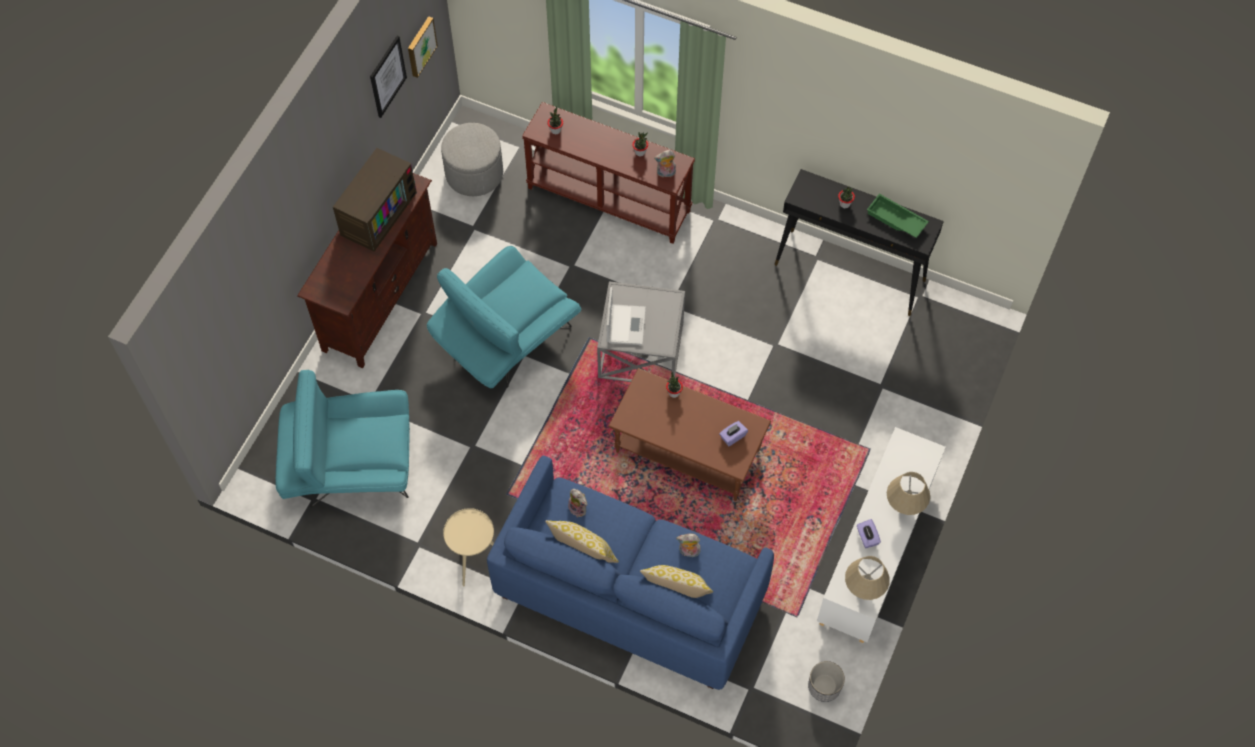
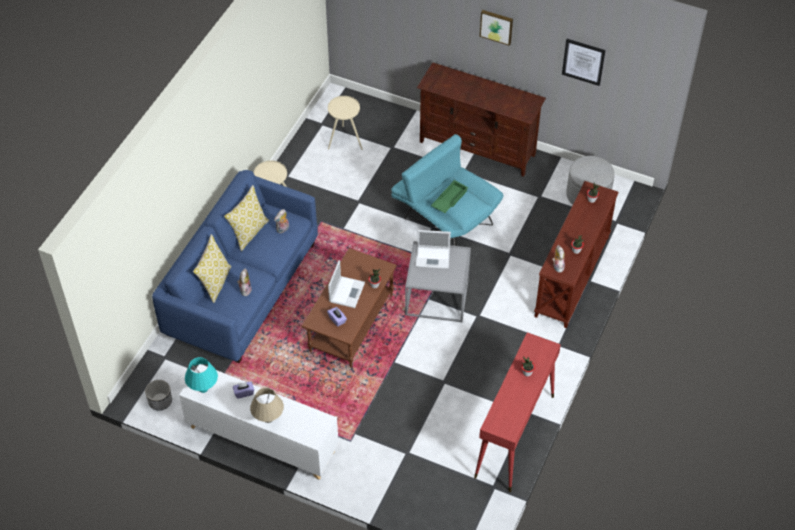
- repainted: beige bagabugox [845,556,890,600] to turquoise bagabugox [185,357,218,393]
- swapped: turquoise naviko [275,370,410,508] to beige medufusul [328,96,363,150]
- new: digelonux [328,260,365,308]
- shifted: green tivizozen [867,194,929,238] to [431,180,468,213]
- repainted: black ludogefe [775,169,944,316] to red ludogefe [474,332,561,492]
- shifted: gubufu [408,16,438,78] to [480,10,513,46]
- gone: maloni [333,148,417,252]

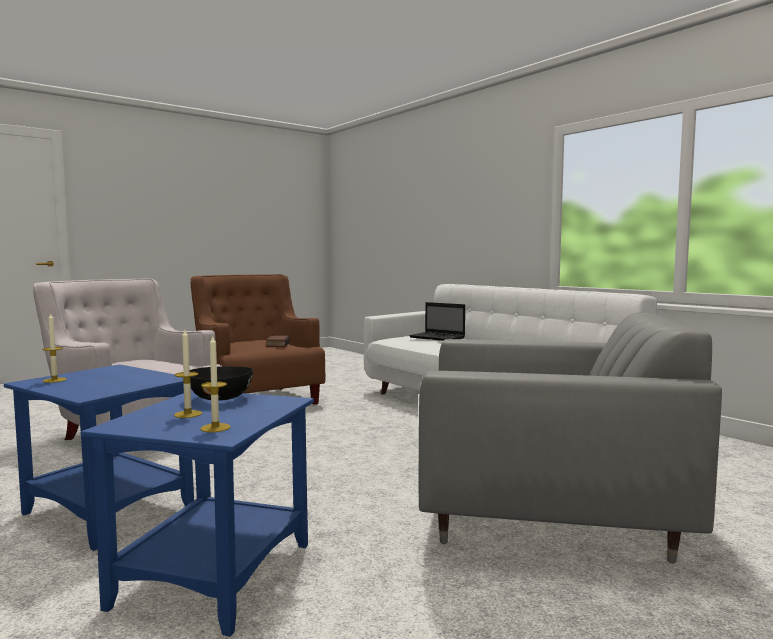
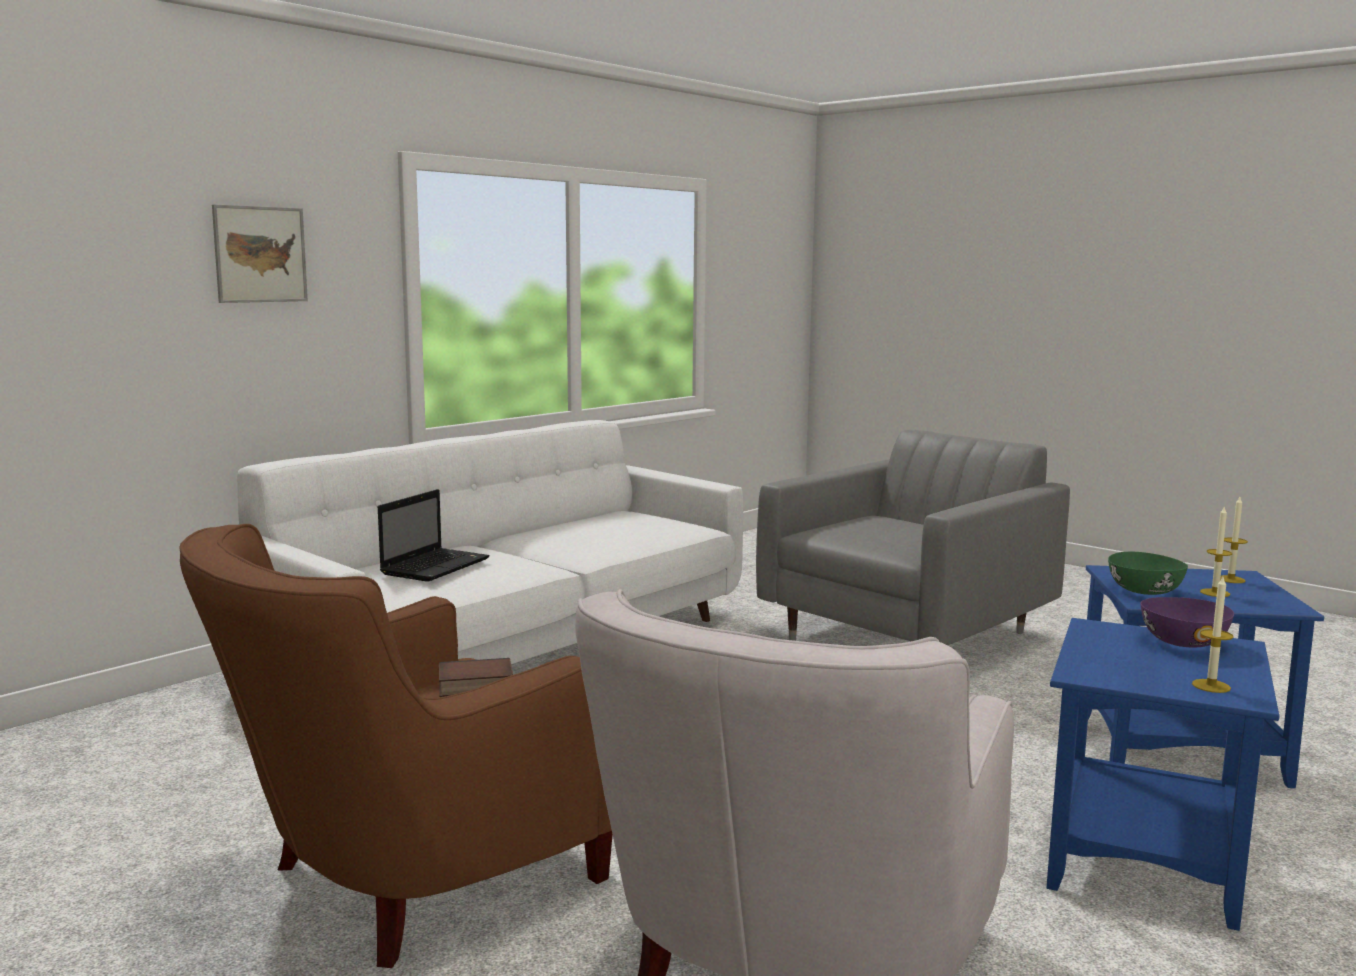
- new: gubufu [212,204,308,303]
- rotated: grey naviko [419,313,722,564] = [756,430,1070,645] 45 degrees clockwise
- repainted: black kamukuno [190,366,253,401] to green kamukuno [1108,552,1188,595]
- new: purple kamukuno [1140,597,1234,647]

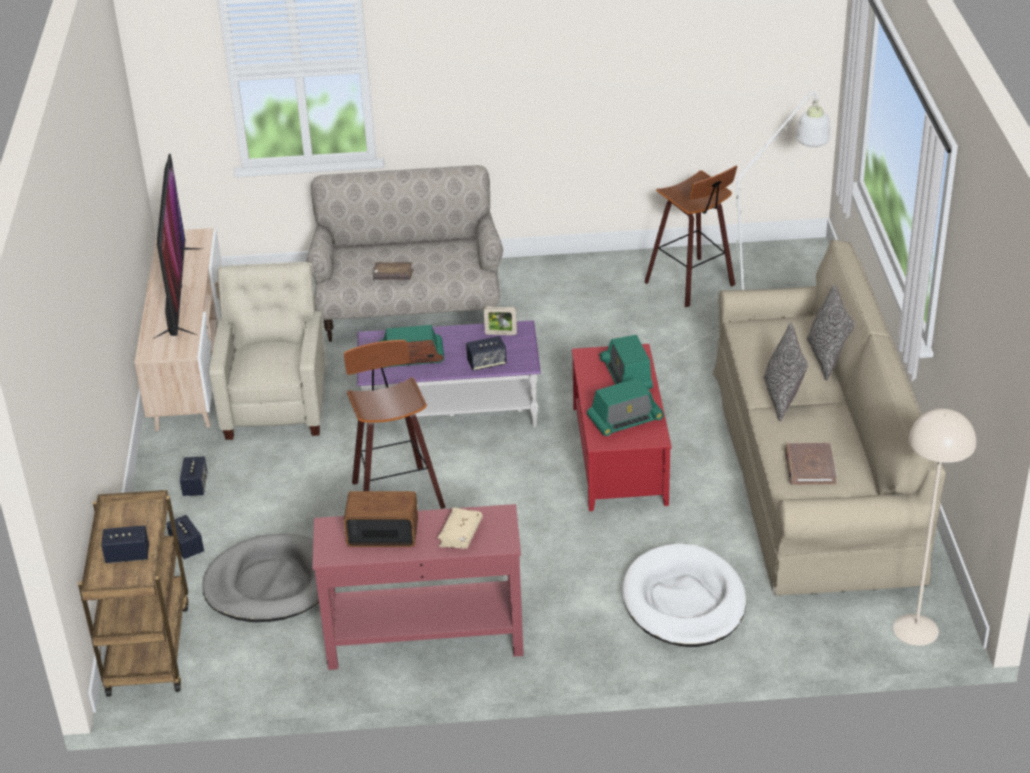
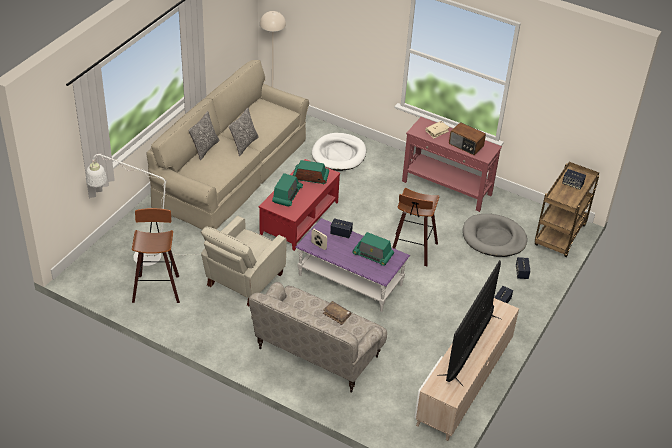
- shifted: beige naviko [209,262,326,440] to [201,216,286,307]
- gone: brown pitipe [785,443,837,485]

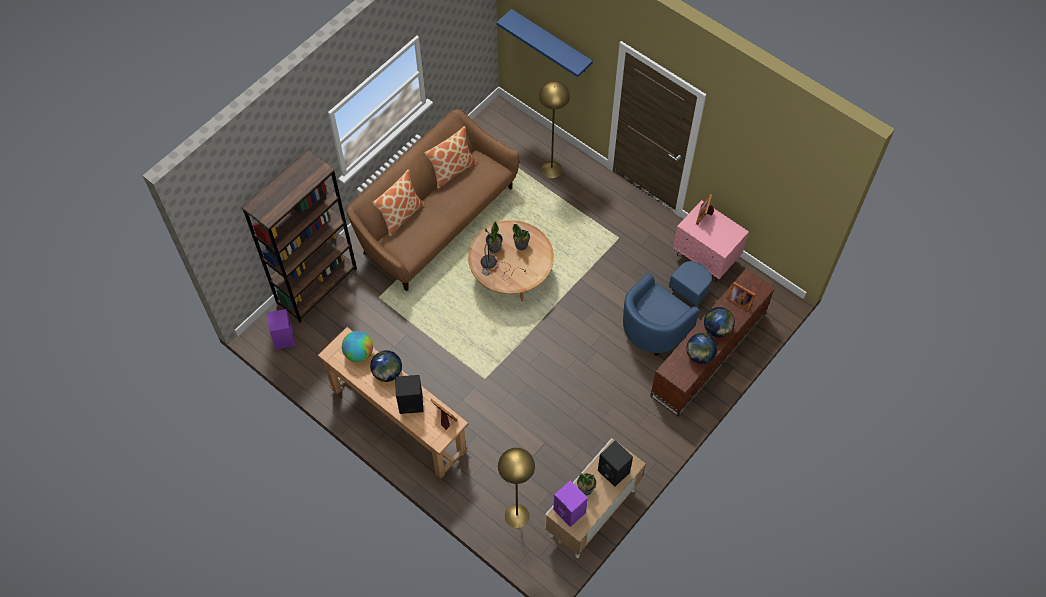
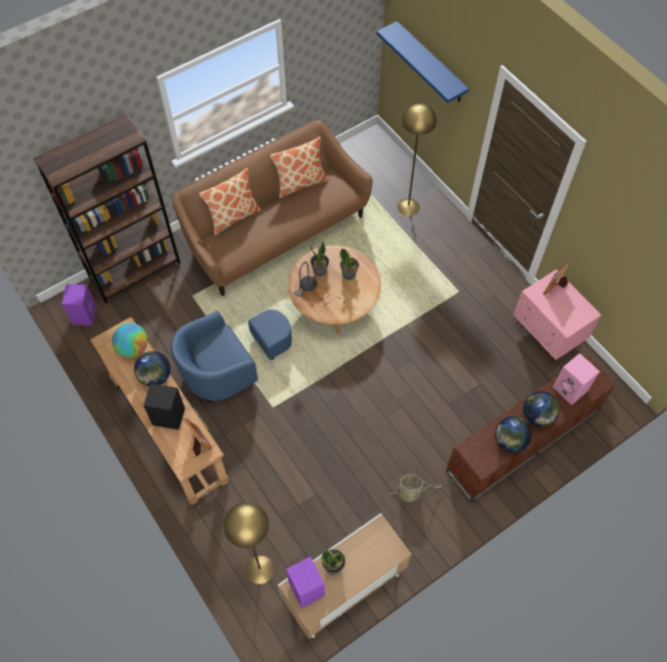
- shifted: blue naviko [623,261,712,356] to [171,309,292,402]
- new: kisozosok [386,474,442,509]
- swapped: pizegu [726,282,756,312] to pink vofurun [553,353,600,405]
- gone: black vofurun [598,440,633,487]

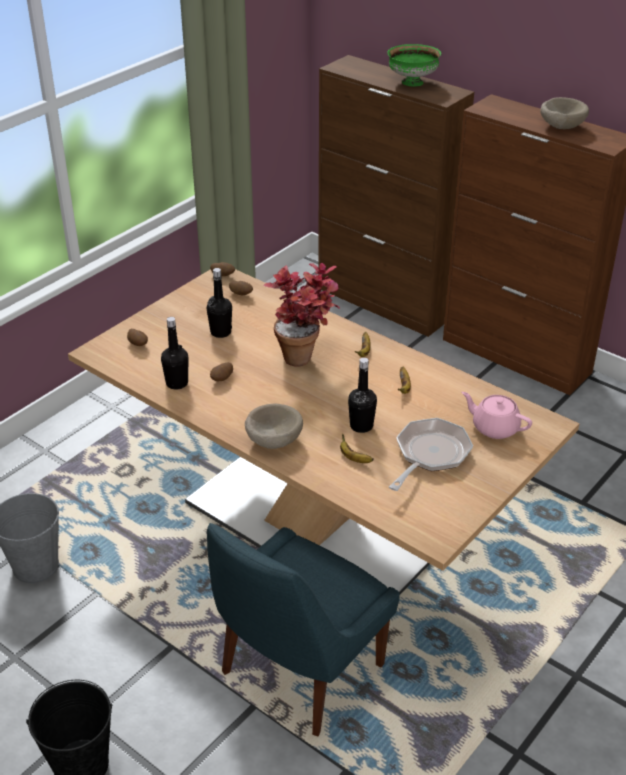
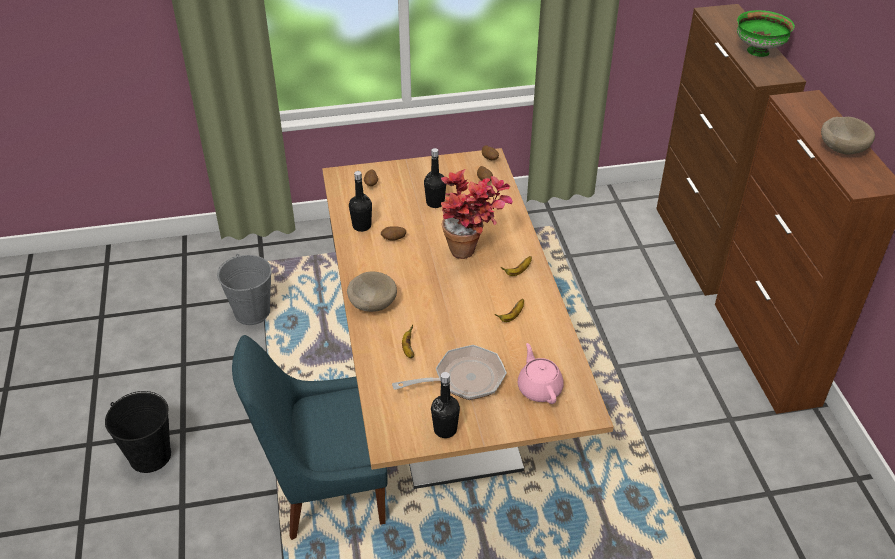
- shifted: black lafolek [348,358,377,433] to [431,372,460,438]

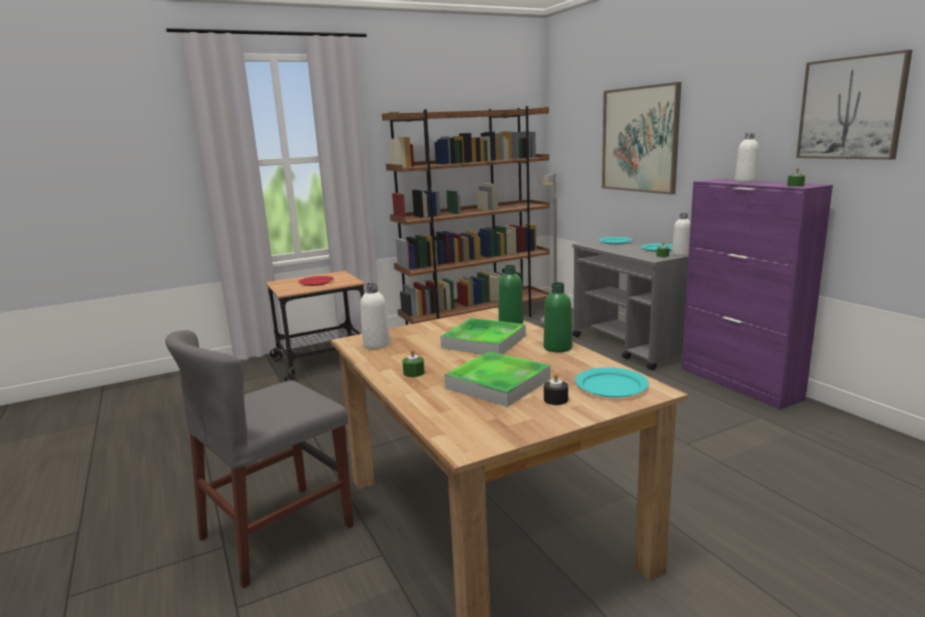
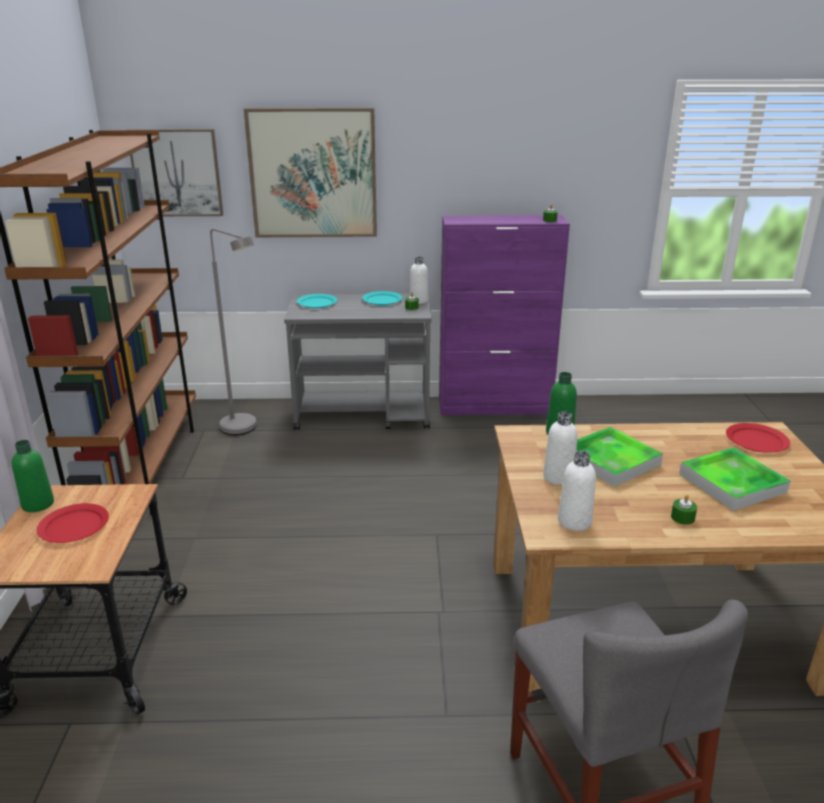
- shifted: green lafolek [544,282,573,352] to [12,440,54,512]
- shifted: gubufu [796,50,912,160] to [127,129,224,216]
- shifted: white lafolek [735,133,759,182] to [543,411,577,485]
- repainted: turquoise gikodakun [575,367,649,398] to red gikodakun [726,423,790,452]
- gone: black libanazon [544,373,568,405]

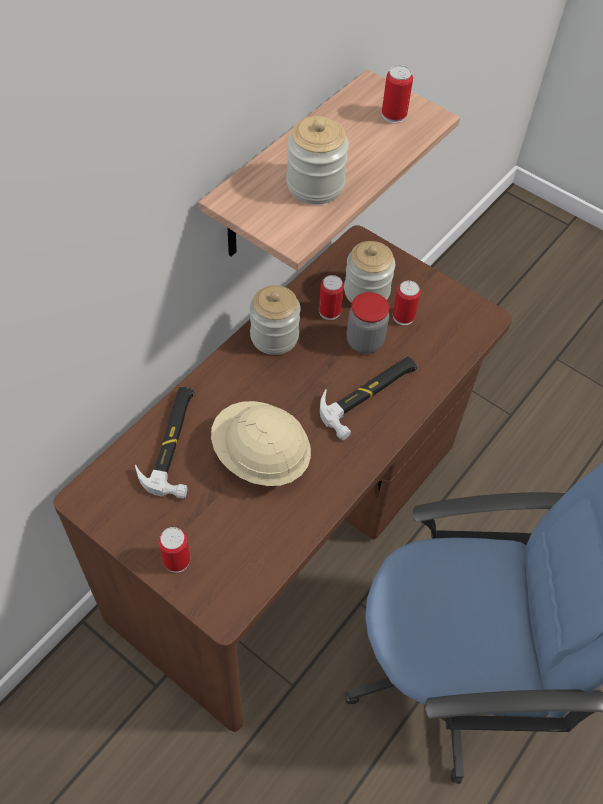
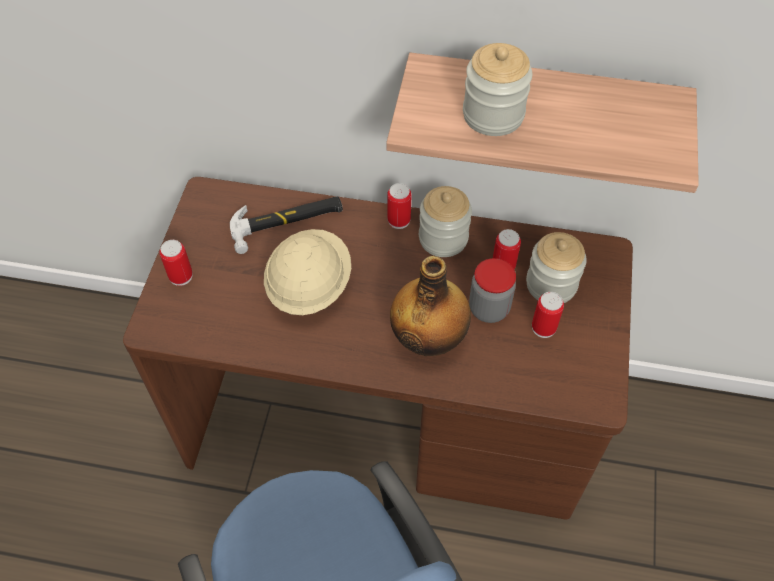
- shifted: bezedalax [382,65,413,124] to [387,183,412,229]
- swapped: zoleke [320,356,418,440] to lafolek [390,256,471,356]

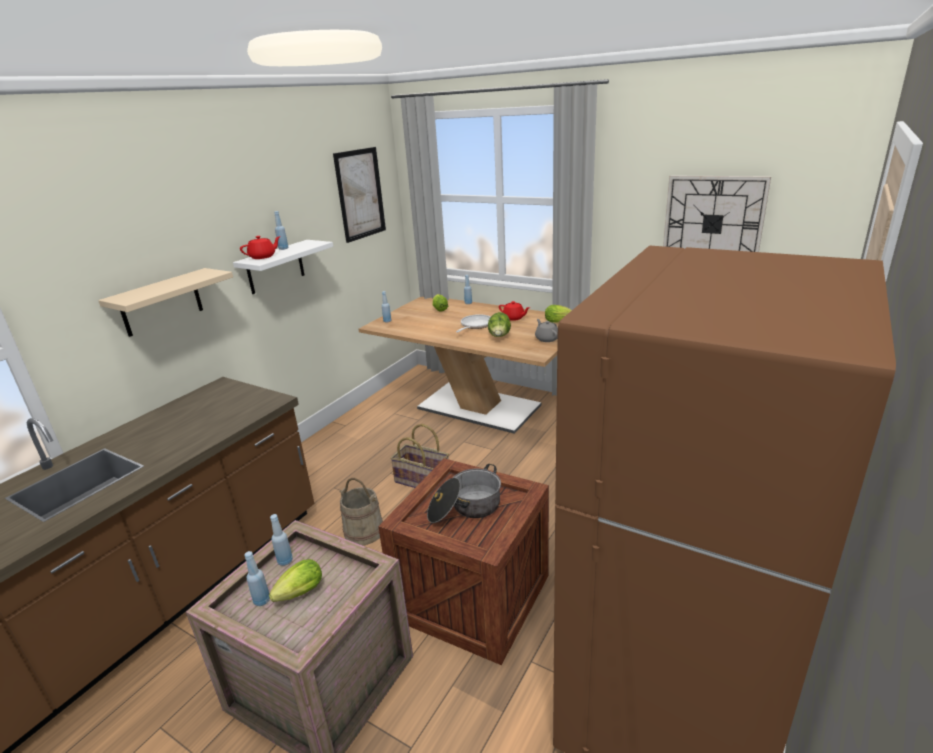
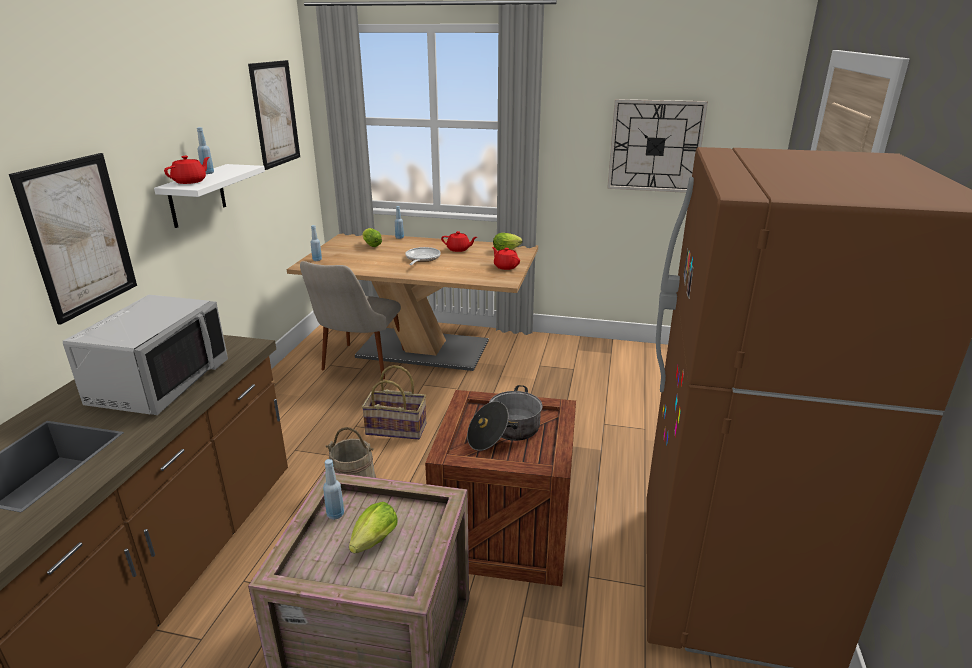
- swapped: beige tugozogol [98,268,233,337] to gubufu [9,153,137,325]
- new: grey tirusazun [63,294,228,415]
- new: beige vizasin [300,261,405,379]
- repainted: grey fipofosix [535,319,558,342] to red fipofosix [492,247,520,270]
- gone: blue lafolek [245,551,270,606]
- gone: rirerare [488,312,511,337]

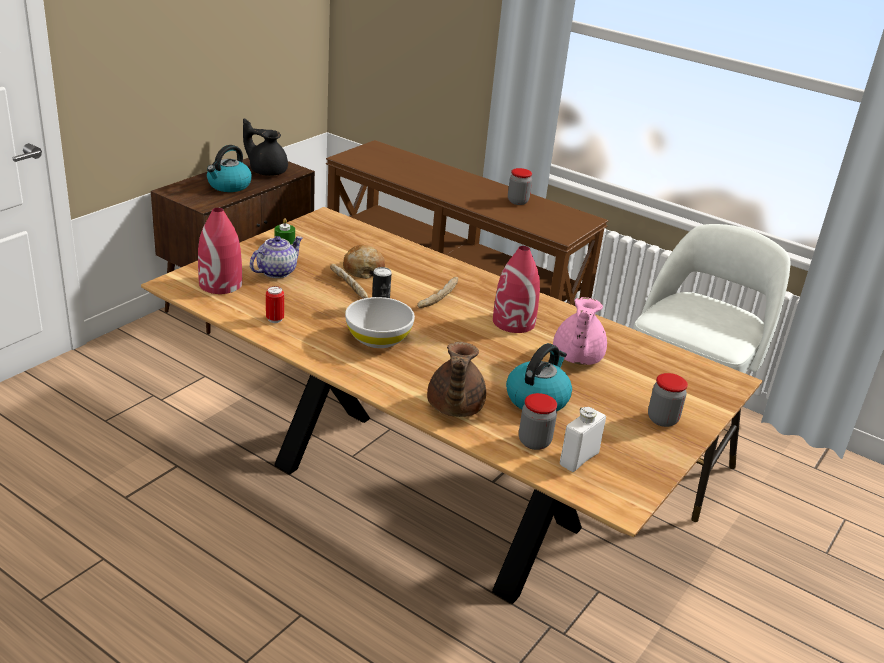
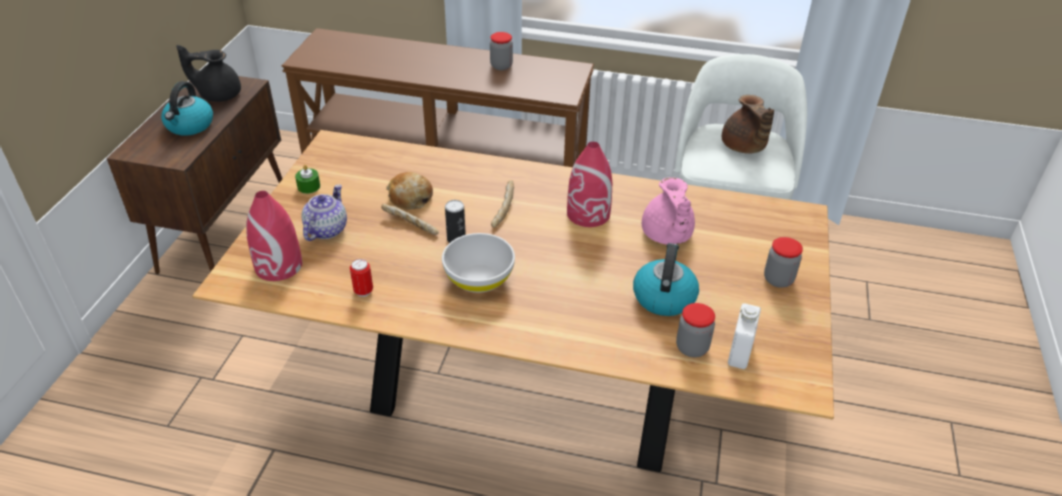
- shifted: brown fipofosix [427,342,486,417] to [722,95,774,154]

